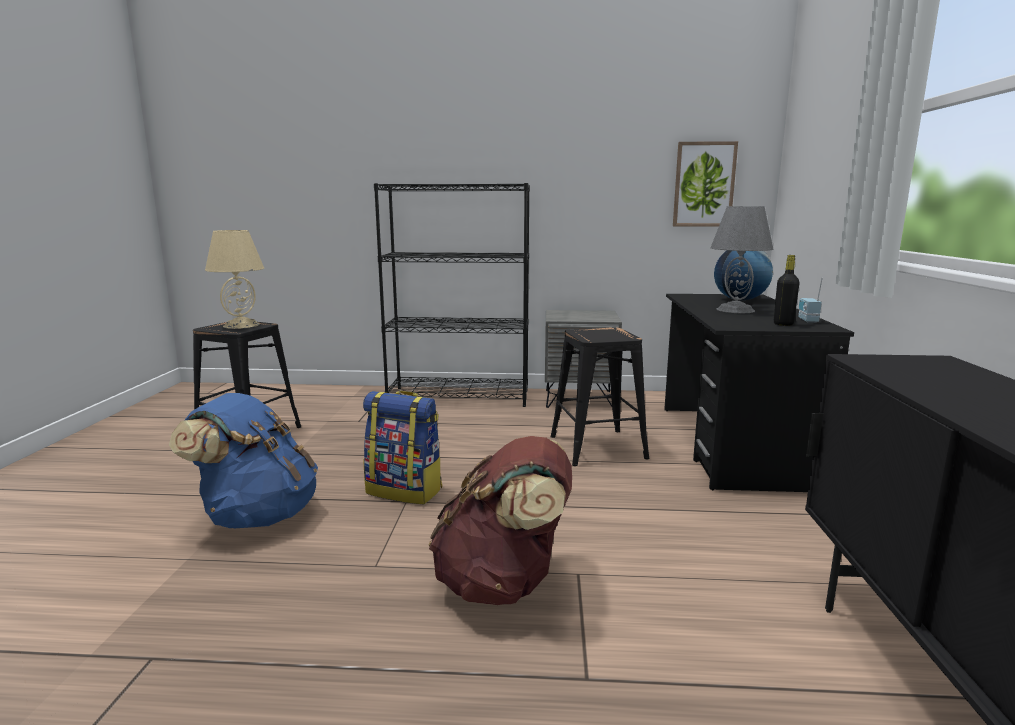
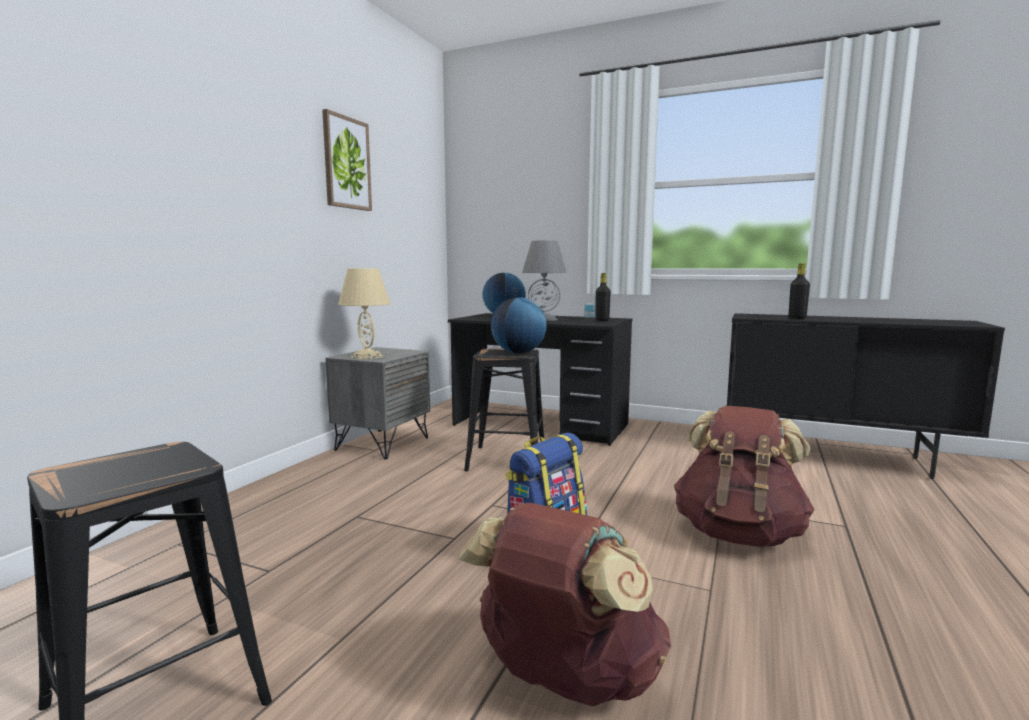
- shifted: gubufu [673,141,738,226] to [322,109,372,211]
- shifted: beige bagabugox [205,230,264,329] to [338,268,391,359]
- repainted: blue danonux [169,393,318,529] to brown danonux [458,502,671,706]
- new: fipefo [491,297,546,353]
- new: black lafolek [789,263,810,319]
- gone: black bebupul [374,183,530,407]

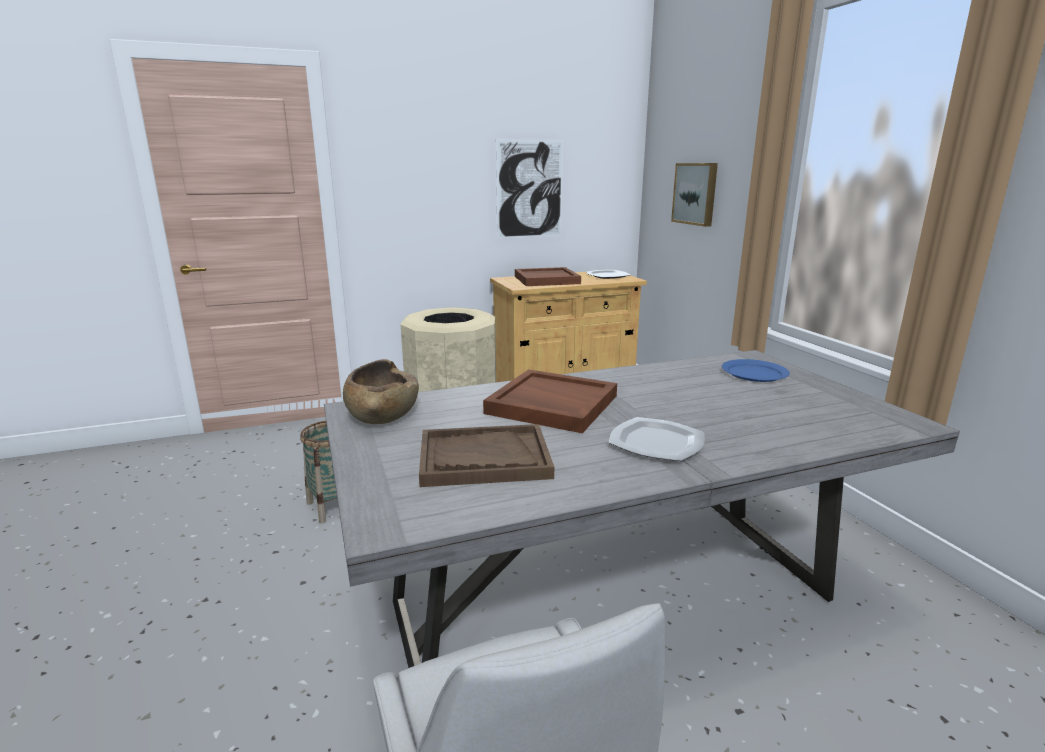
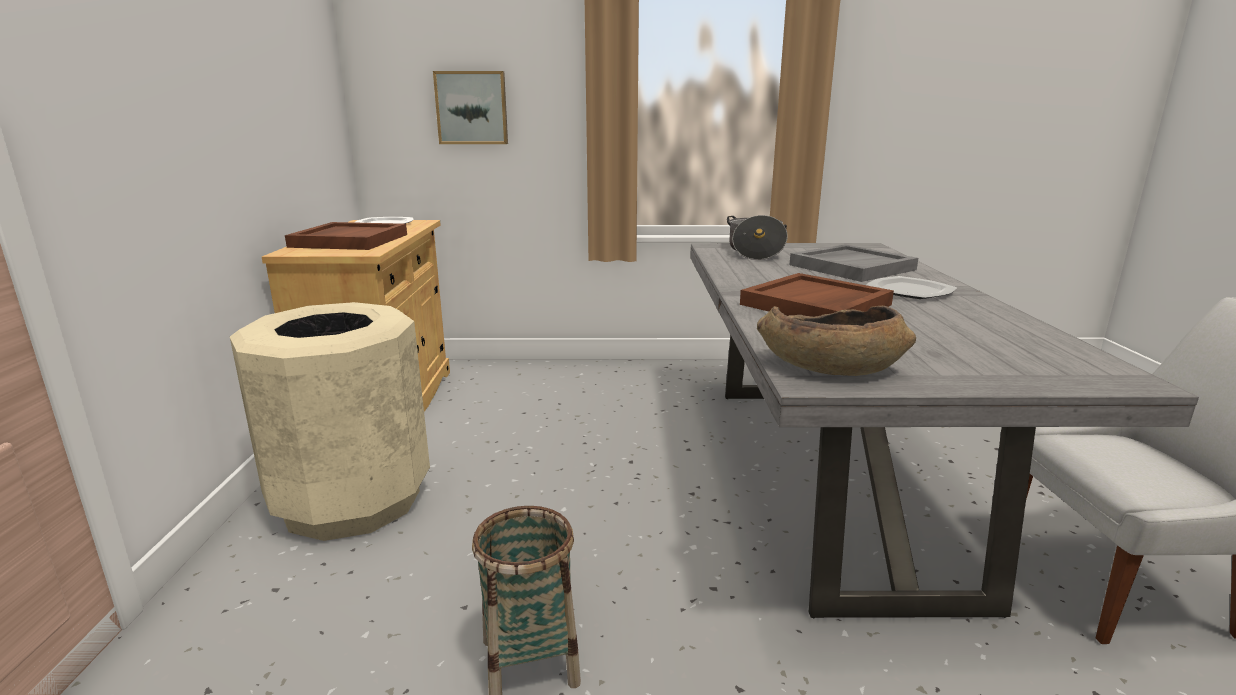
- swapped: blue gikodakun [722,359,790,382] to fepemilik [727,215,788,260]
- new: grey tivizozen [790,244,918,282]
- gone: brown tivizozen [419,424,554,487]
- gone: gubufu [496,139,563,239]

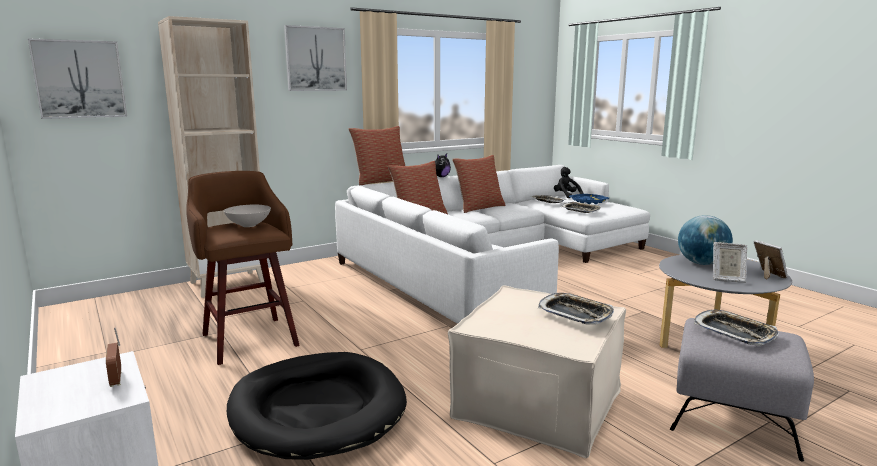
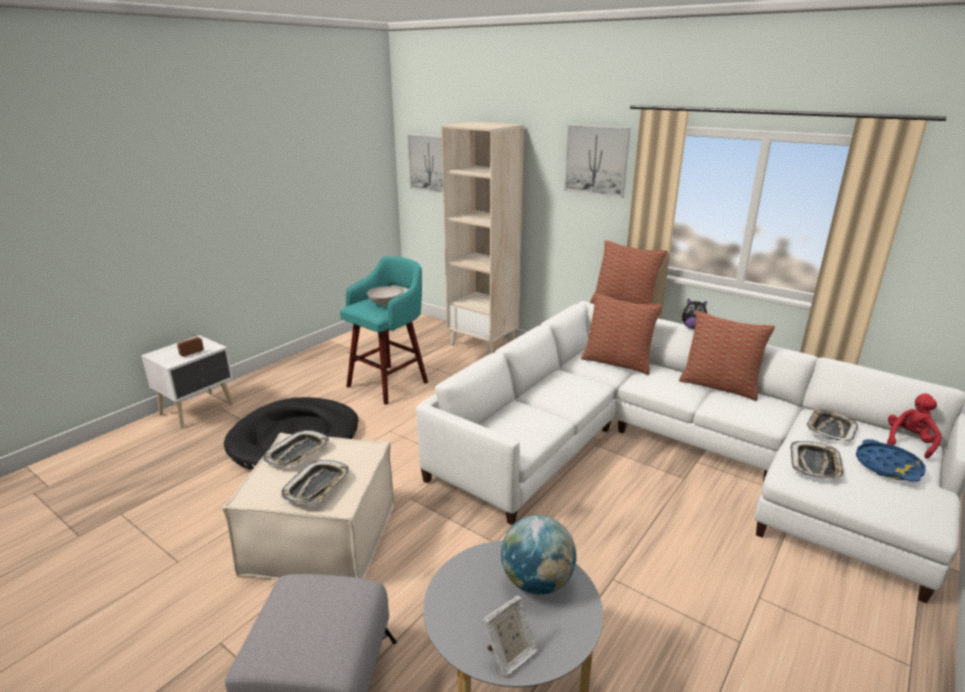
- shifted: tivizozen [694,310,779,346] to [263,430,329,467]
- repainted: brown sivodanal [186,171,300,365] to turquoise sivodanal [340,256,428,405]
- repainted: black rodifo [554,167,584,198] to red rodifo [887,393,941,459]
- gone: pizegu [713,242,747,283]

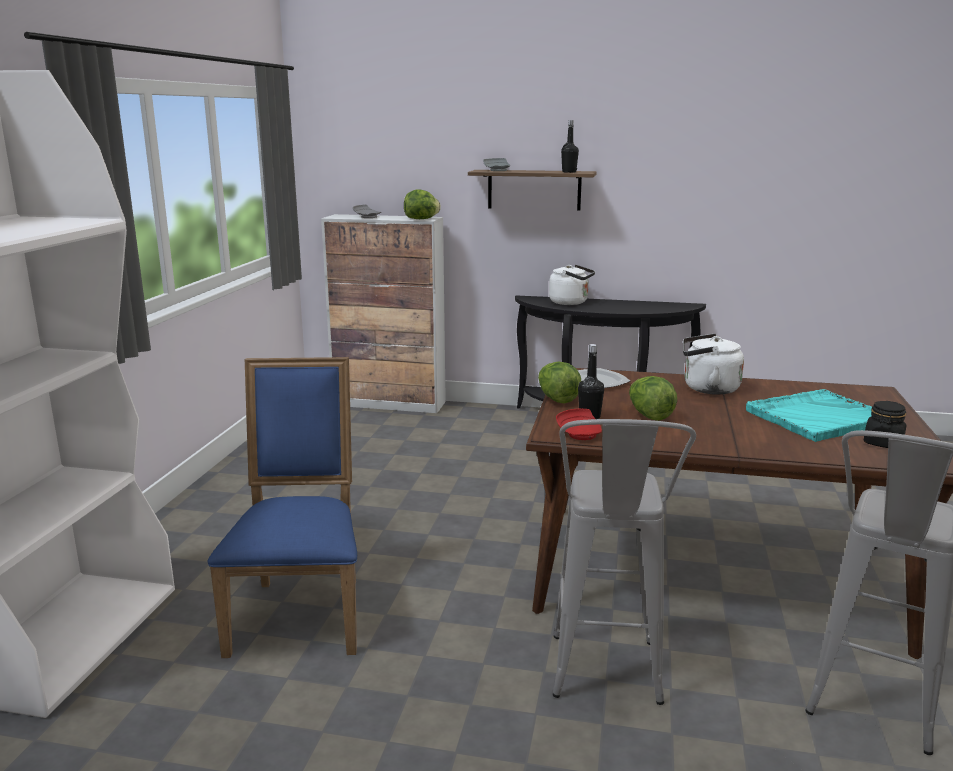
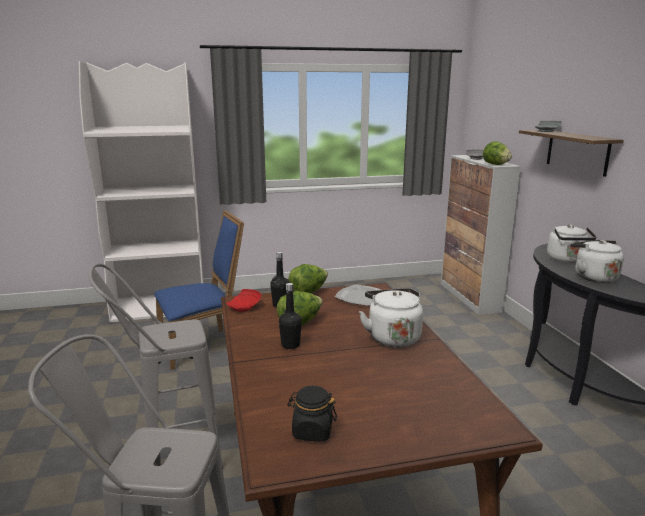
- shifted: black lafolek [561,120,579,173] to [279,283,302,349]
- new: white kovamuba [570,240,624,283]
- gone: turquoise tivizozen [746,389,872,442]

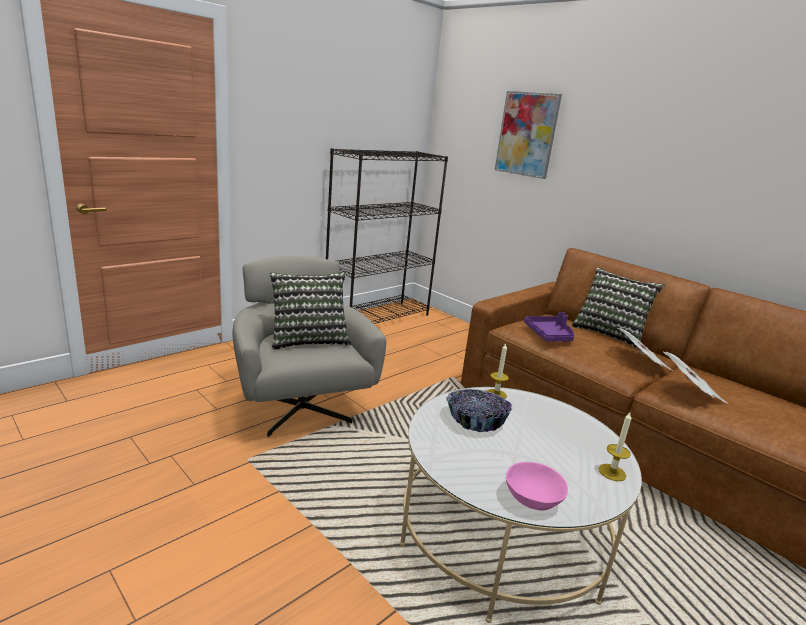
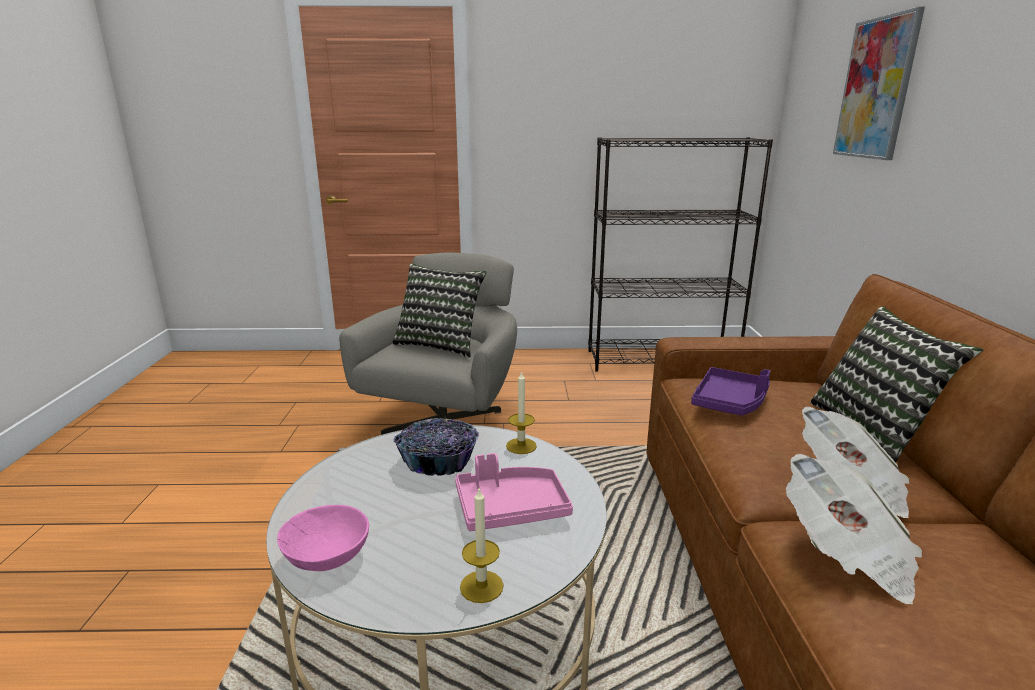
- new: pink tivizozen [455,453,573,531]

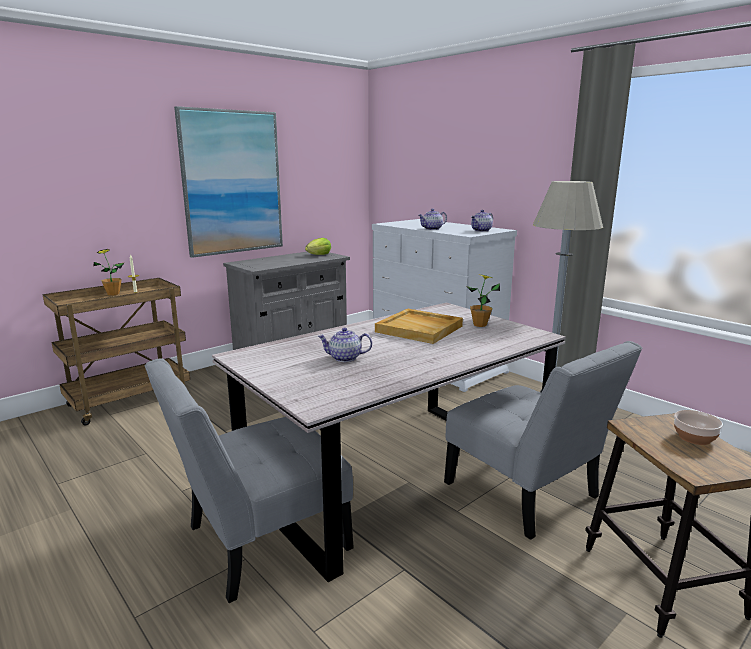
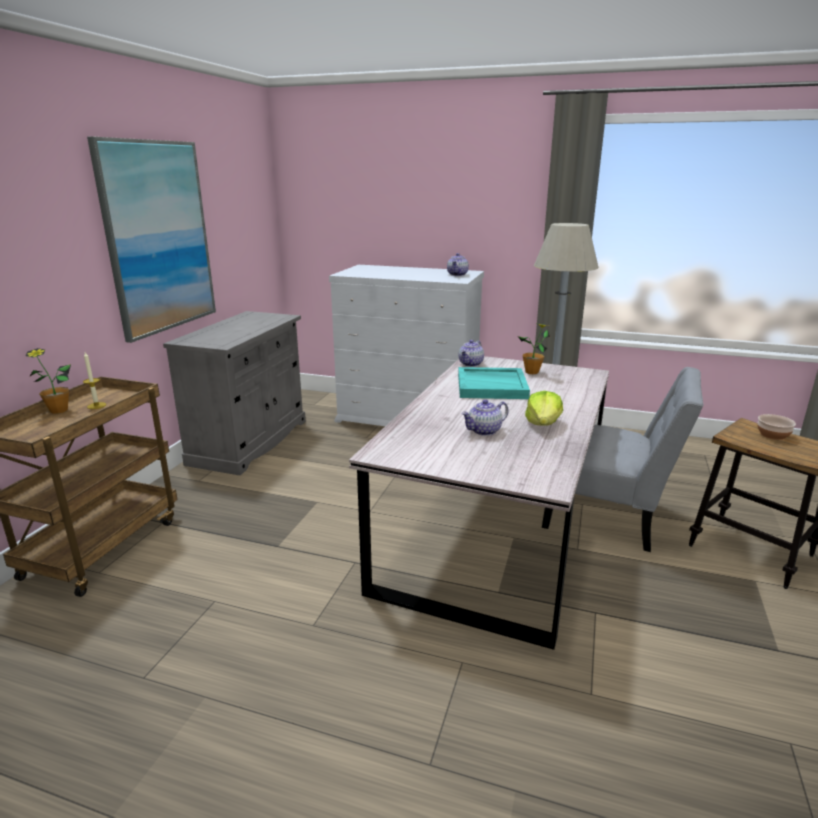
- repainted: beige tivizozen [375,309,463,344] to turquoise tivizozen [458,367,530,399]
- shifted: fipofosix [419,209,447,230] to [459,340,484,367]
- shifted: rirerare [305,238,331,255] to [525,391,563,426]
- gone: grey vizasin [145,358,354,603]

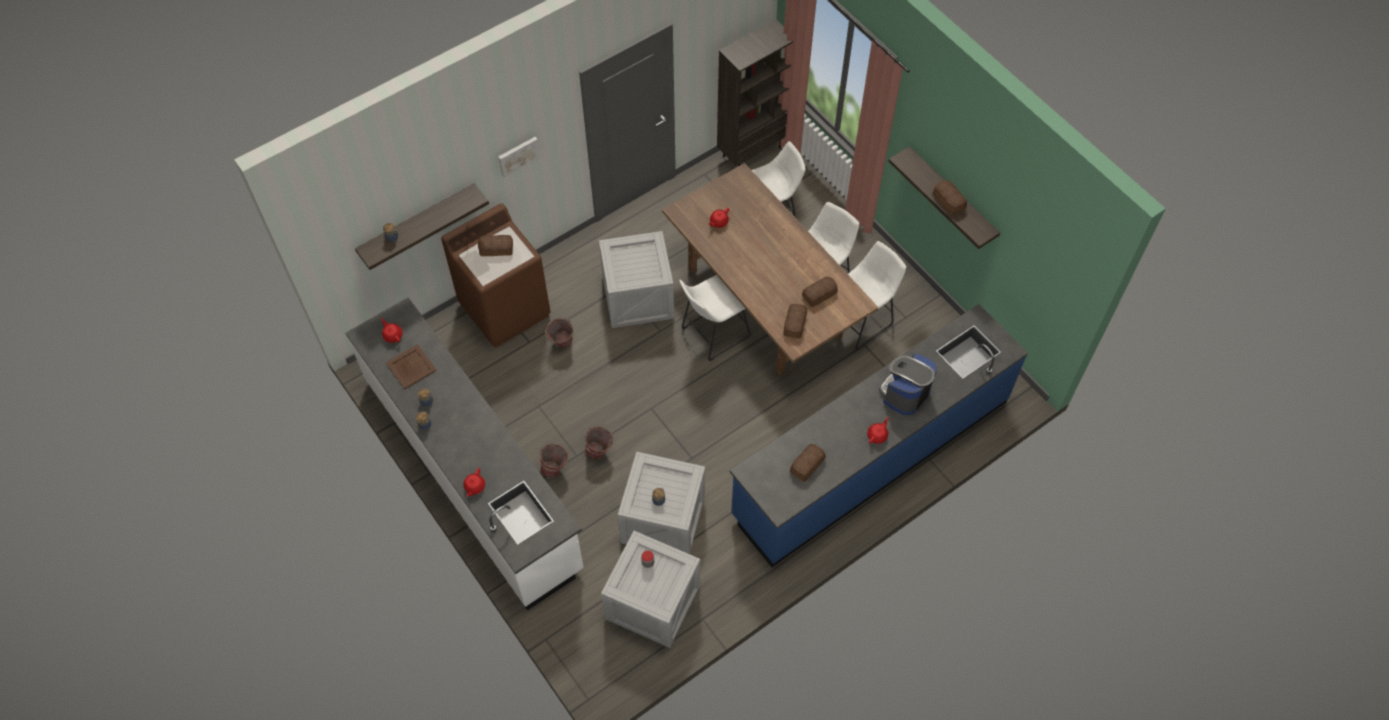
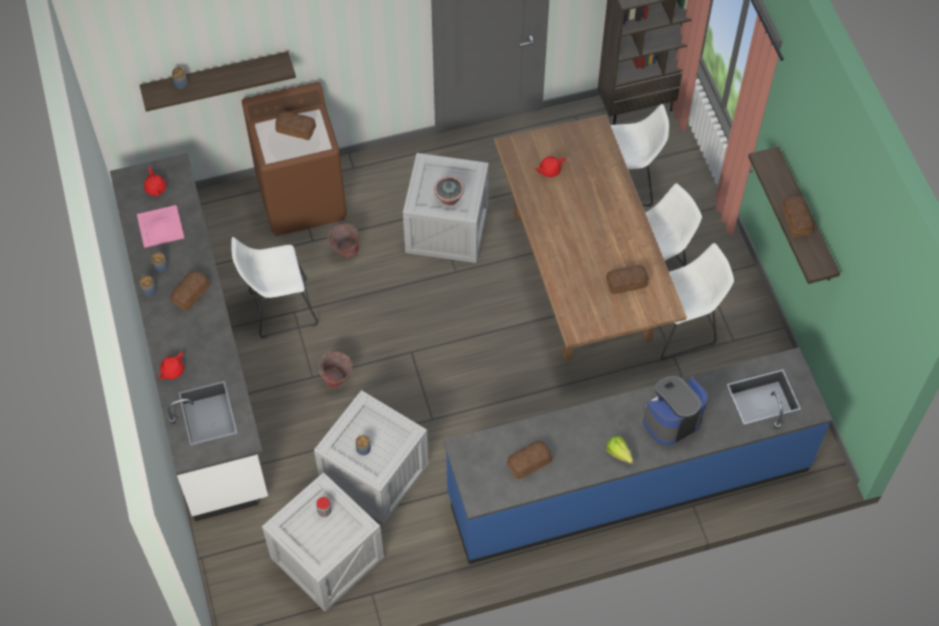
- repainted: brown tivizozen [386,344,437,389] to pink tivizozen [137,205,184,248]
- shifted: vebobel [783,304,807,339] to [170,270,210,311]
- shifted: white sivodanal [679,275,750,361] to [231,237,318,338]
- new: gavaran [434,176,464,205]
- swapped: red fipofosix [867,417,889,444] to rirerare [606,435,633,464]
- gone: gubufu [498,137,540,178]
- gone: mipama [538,443,568,478]

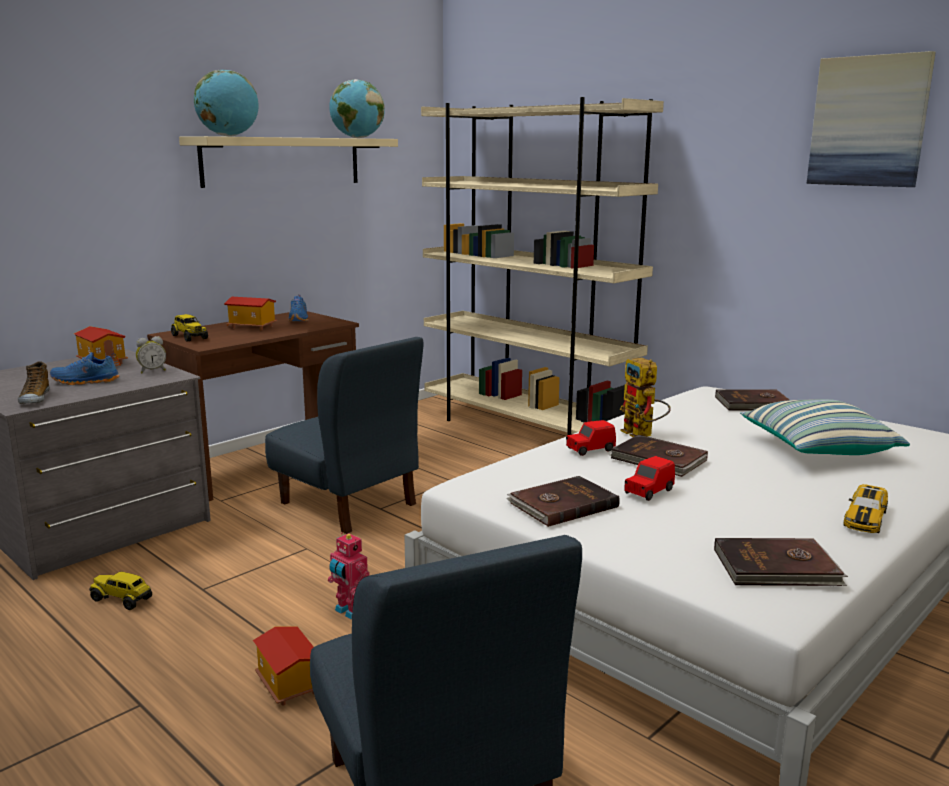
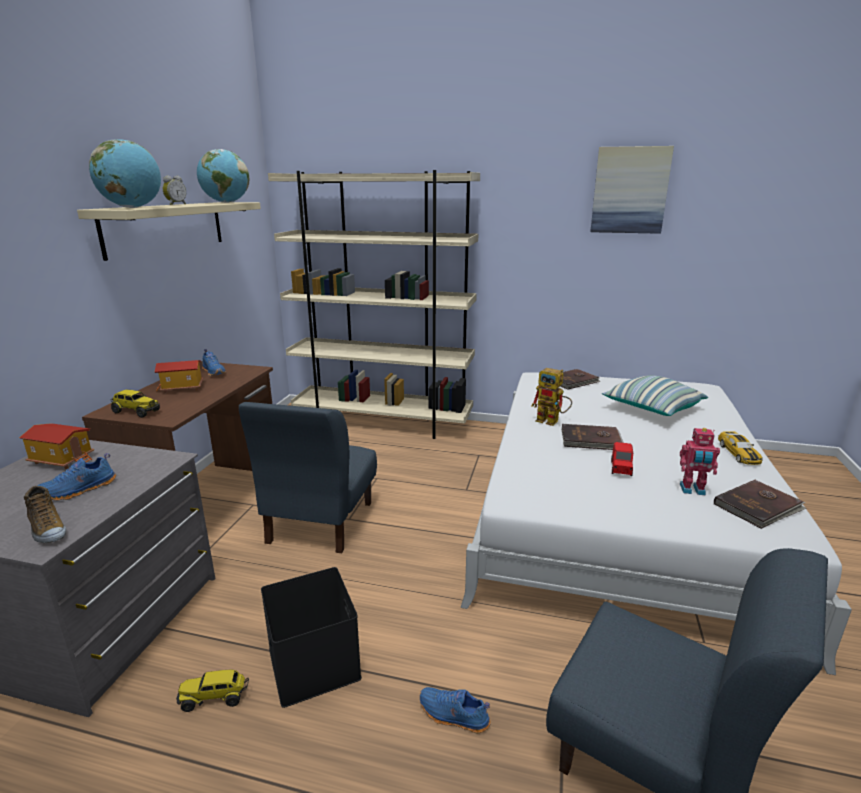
- shifted: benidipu [136,336,166,373] to [163,175,186,205]
- rotated: blue vizasin [265,337,424,534] = [239,402,377,553] 90 degrees clockwise
- new: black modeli [261,567,362,708]
- swapped: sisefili [253,626,314,705] to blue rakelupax [420,687,491,733]
- shifted: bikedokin [328,532,369,619] to [680,428,720,496]
- gone: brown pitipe [506,476,620,527]
- gone: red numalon [566,420,616,456]

